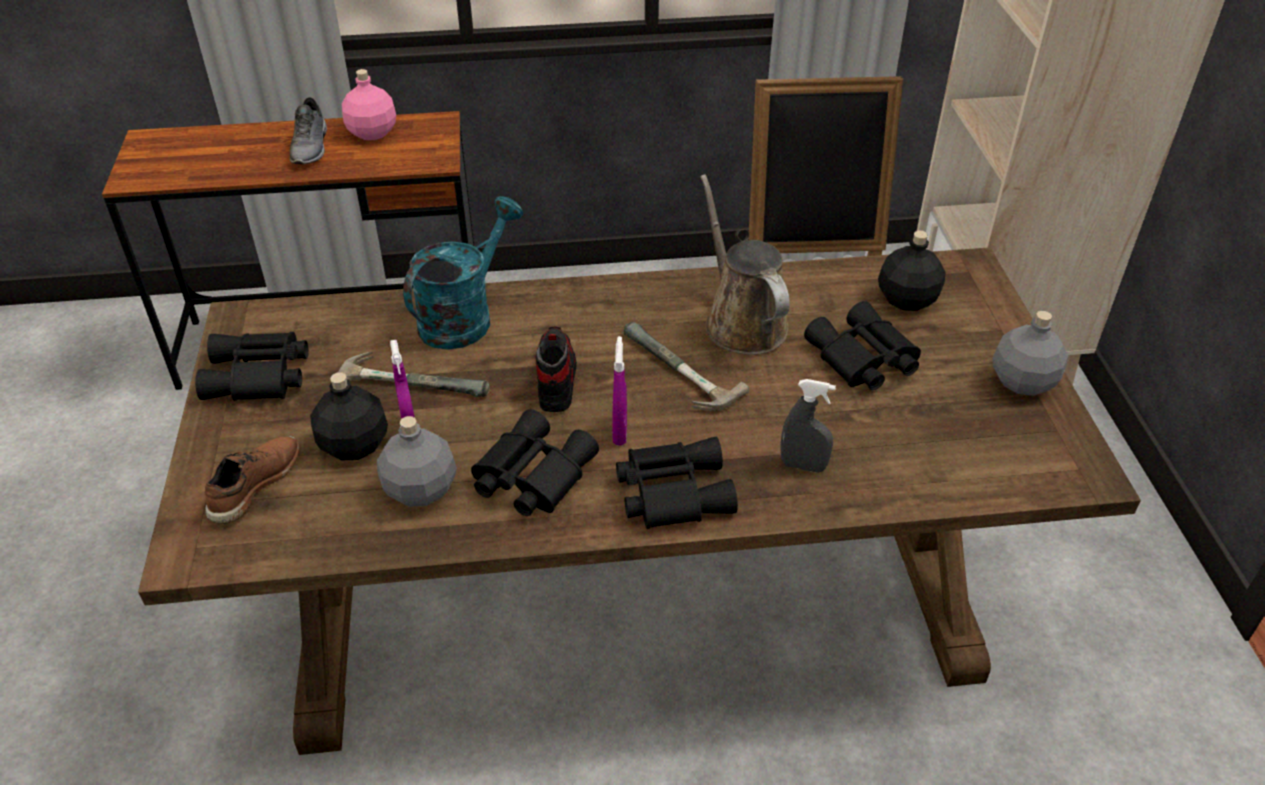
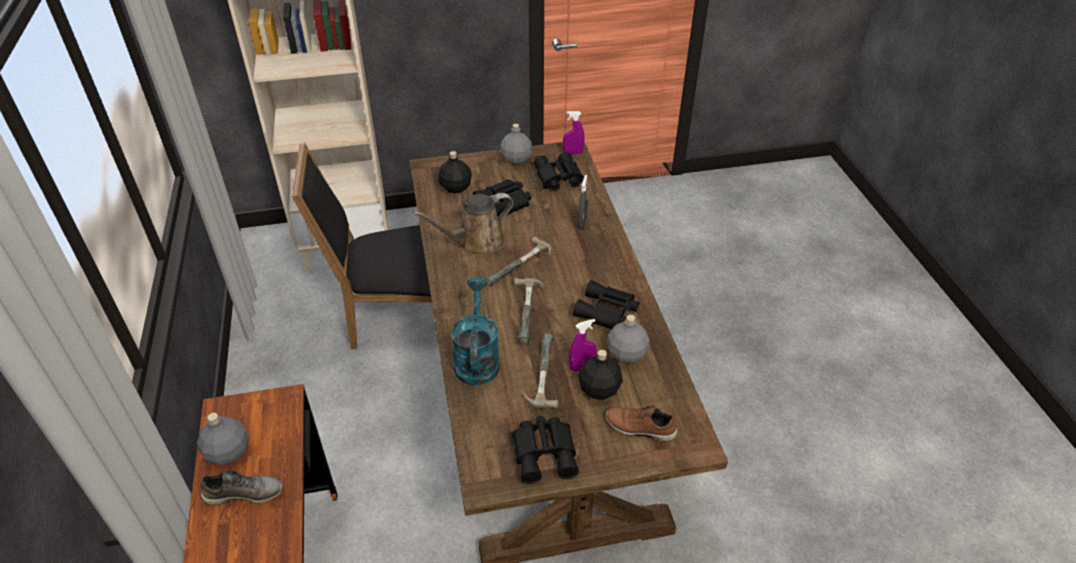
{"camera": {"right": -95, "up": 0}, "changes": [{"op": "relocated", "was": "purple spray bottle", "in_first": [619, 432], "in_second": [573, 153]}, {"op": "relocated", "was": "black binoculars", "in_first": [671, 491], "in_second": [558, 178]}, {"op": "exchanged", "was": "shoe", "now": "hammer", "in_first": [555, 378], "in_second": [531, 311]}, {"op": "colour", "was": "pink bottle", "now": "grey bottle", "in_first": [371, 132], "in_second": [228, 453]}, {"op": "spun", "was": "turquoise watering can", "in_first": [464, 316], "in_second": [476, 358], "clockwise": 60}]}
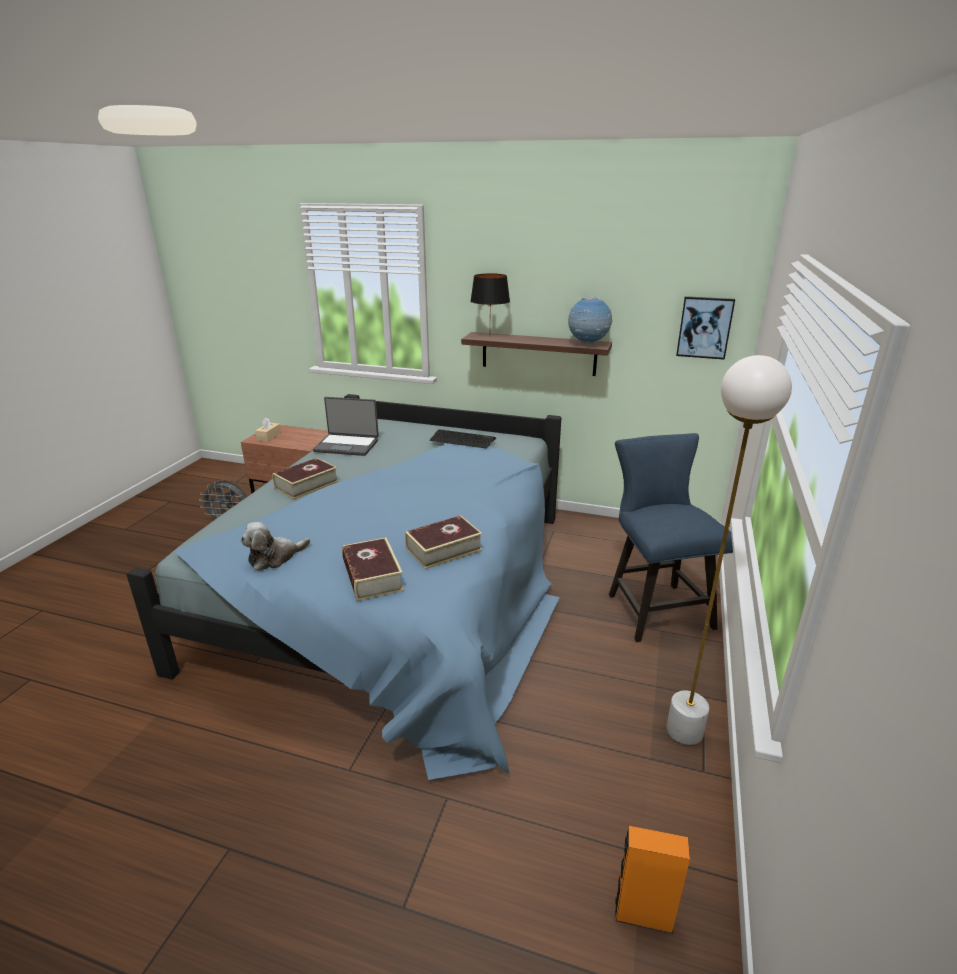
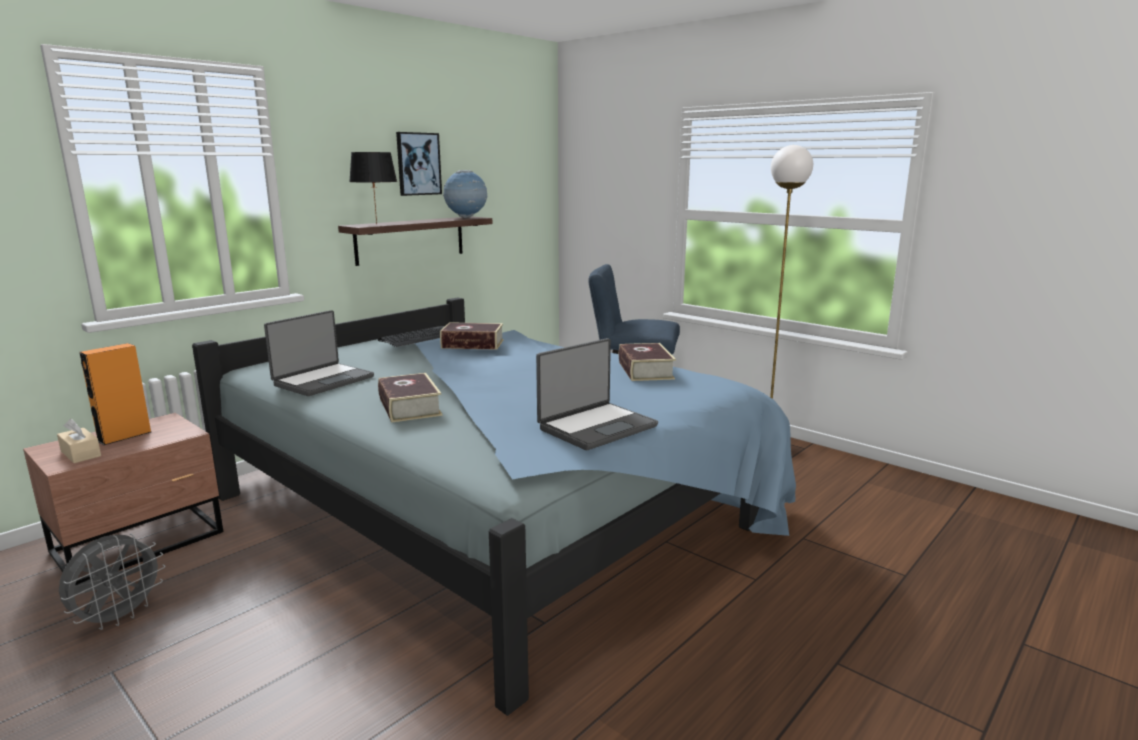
{"camera": {"right": -65, "up": -10}, "changes": [{"op": "relocated", "was": "book", "in_first": [372, 576], "in_second": [472, 344]}, {"op": "relocated", "was": "orange speaker", "in_first": [643, 915], "in_second": [124, 436]}, {"op": "relocated", "was": "picture", "in_first": [704, 327], "in_second": [418, 164]}, {"op": "exchanged", "was": "plush toy", "now": "laptop", "in_first": [274, 558], "in_second": [596, 427]}]}
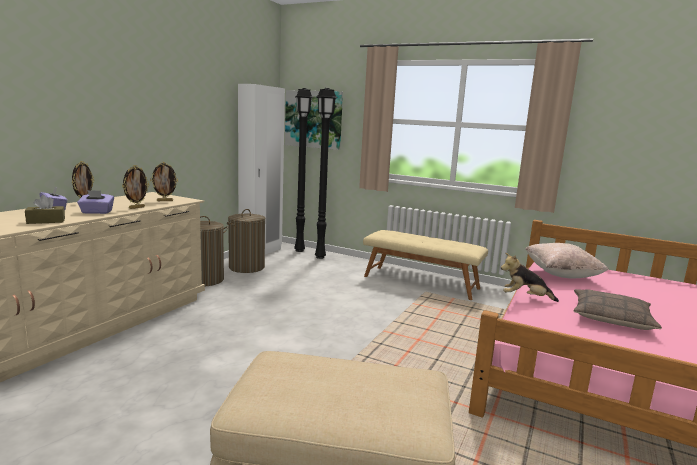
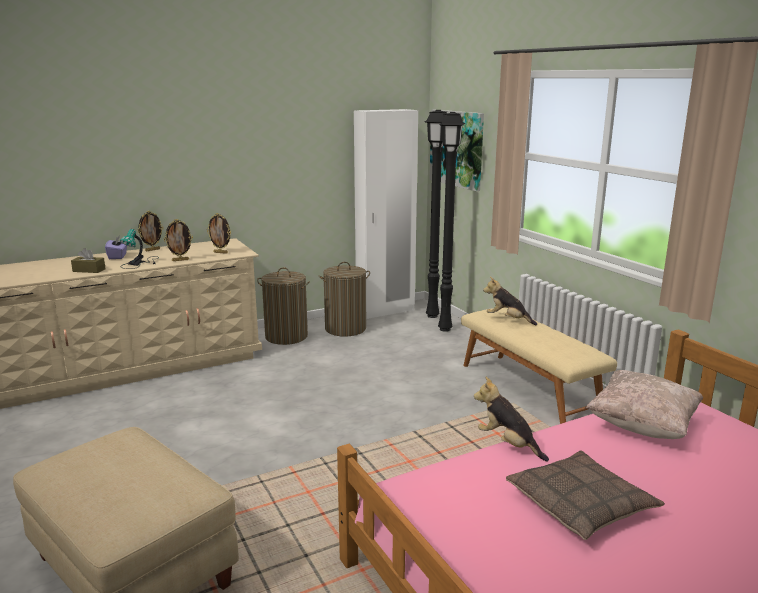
{"camera": {"right": 35, "up": 5}, "changes": [{"op": "appeared", "now": "plush toy", "in_second": [508, 320]}, {"op": "exchanged", "was": "purple tissue box", "now": "table lamp", "in_first": [96, 212], "in_second": [141, 263]}]}
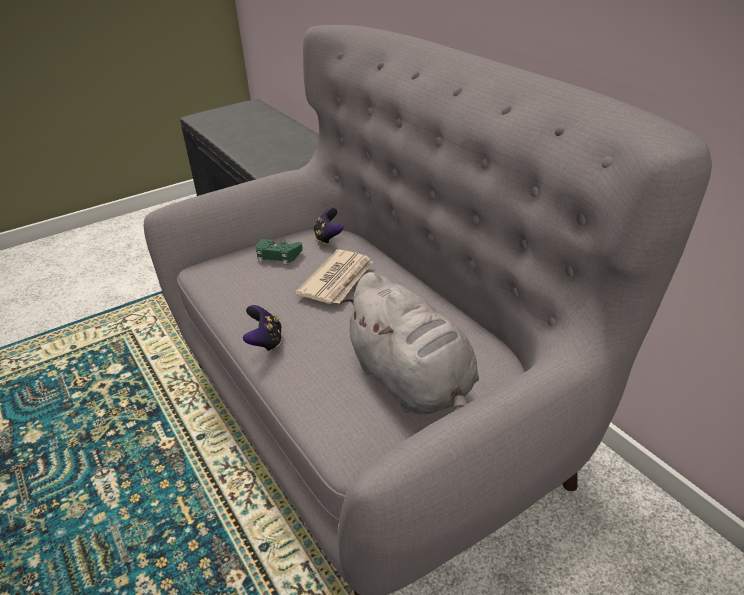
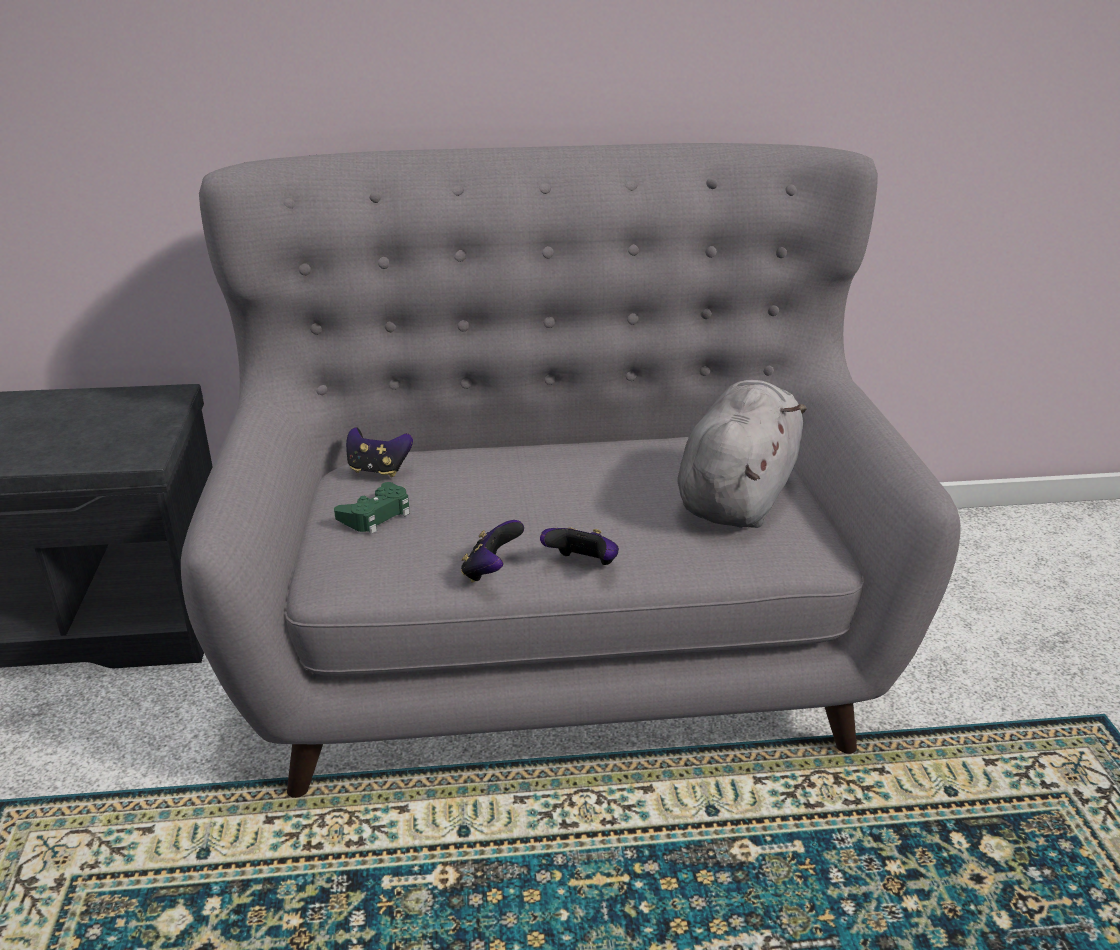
{"camera": {"right": -65, "up": -5}, "changes": [{"op": "missing", "was": "newspaper", "in_first": [338, 280]}, {"op": "appeared", "now": "game controller", "in_second": [491, 571]}, {"op": "spun", "was": "grey plush toy", "in_first": [413, 384], "in_second": [738, 495], "clockwise": -60}]}
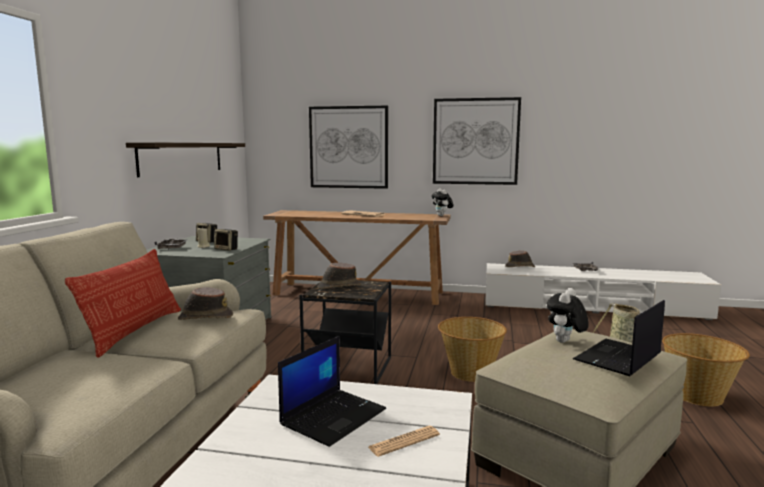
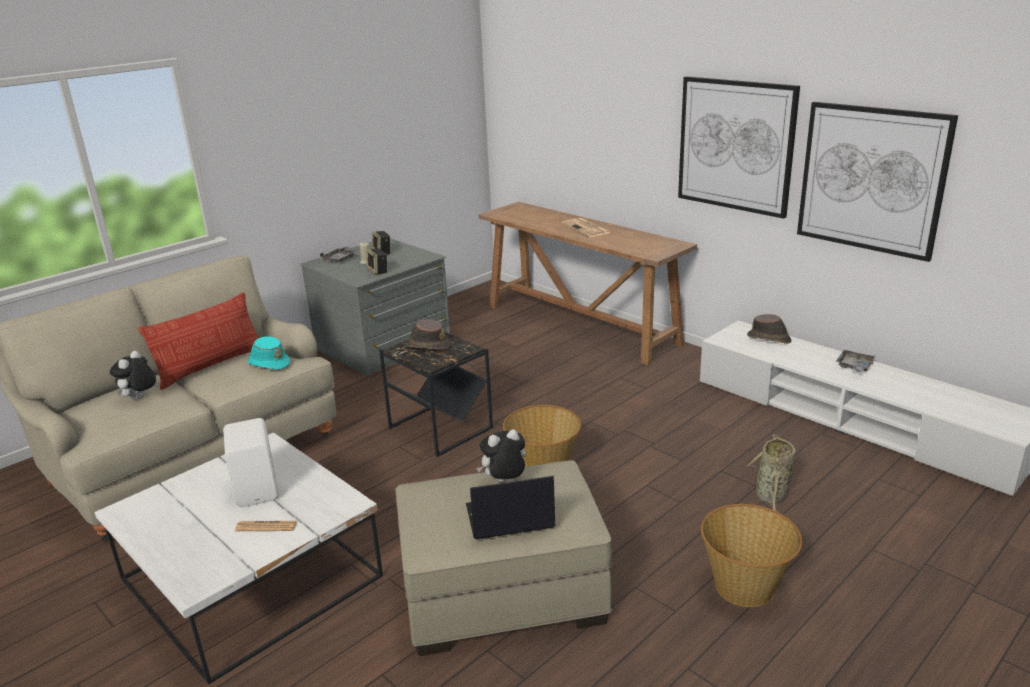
{"camera": {"right": 35, "up": 15}, "changes": [{"op": "missing", "was": "shelf", "in_first": [182, 158]}, {"op": "relocated", "was": "picture", "in_first": [348, 147], "in_second": [871, 179]}, {"op": "relocated", "was": "plush toy", "in_first": [442, 216], "in_second": [139, 398]}, {"op": "exchanged", "was": "laptop", "now": "white speaker", "in_first": [333, 416], "in_second": [258, 488]}, {"op": "colour", "was": "brown hat", "now": "turquoise hat", "in_first": [205, 317], "in_second": [269, 363]}]}
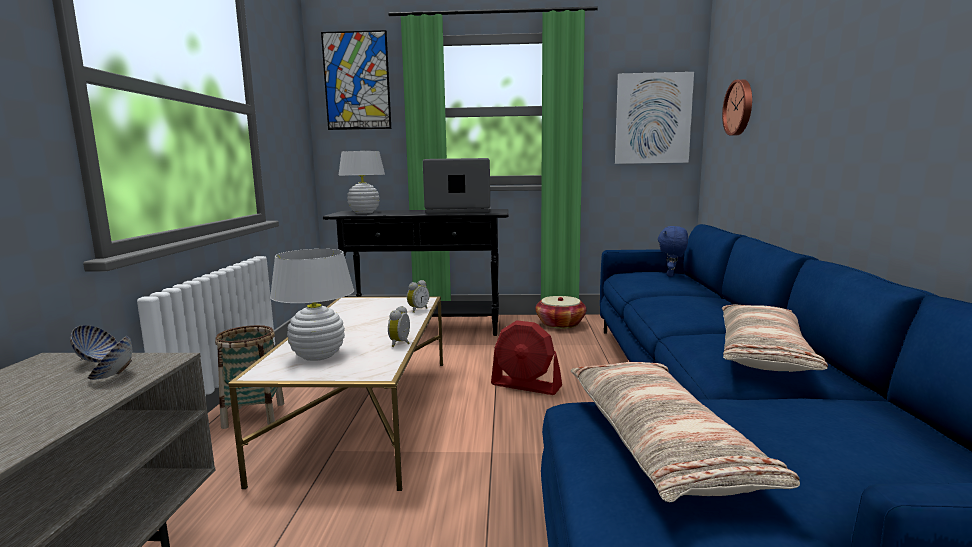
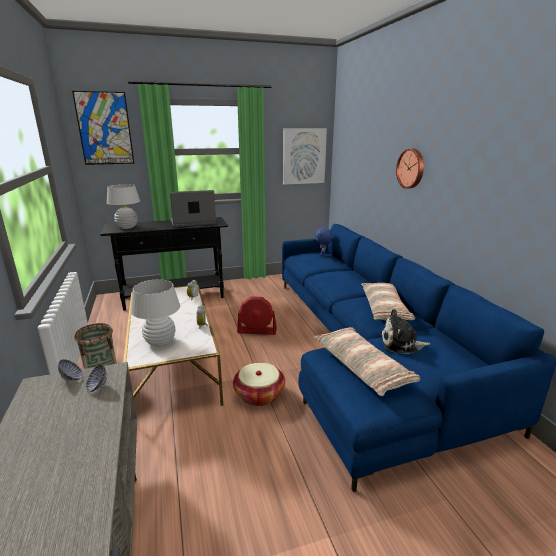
{"camera": {"right": -20, "up": 10}, "changes": [{"op": "appeared", "now": "plush toy", "in_second": [401, 344]}, {"op": "relocated", "was": "basket", "in_first": [560, 324], "in_second": [259, 395]}, {"op": "relocated", "was": "wall clock", "in_first": [740, 107], "in_second": [411, 168]}]}
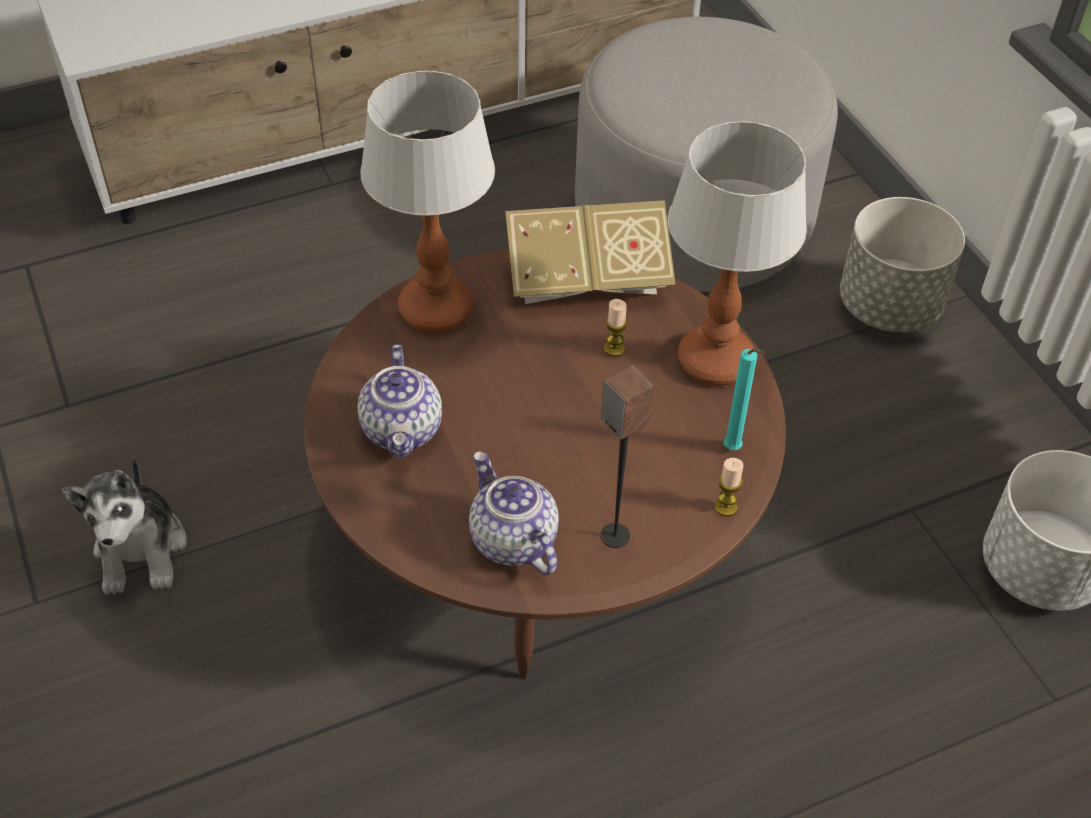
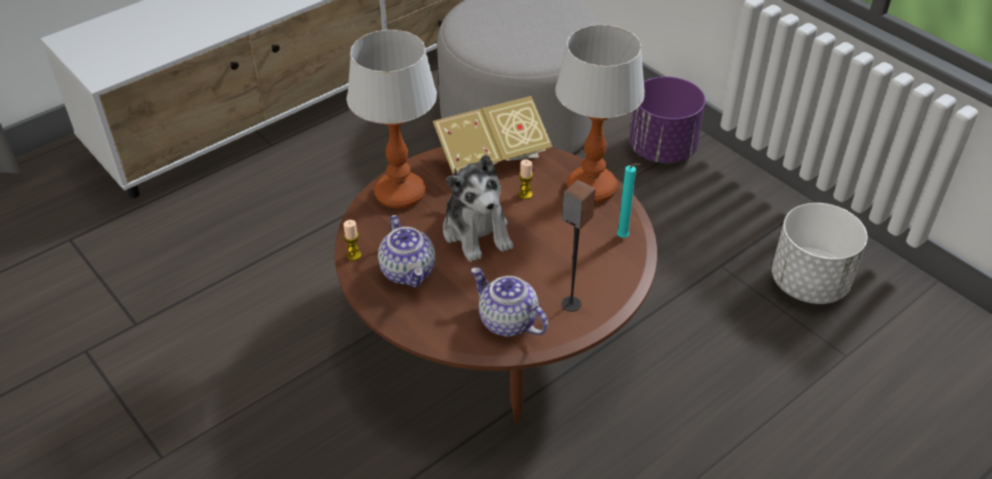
{"camera": {"right": -15, "up": -5}, "changes": [{"op": "relocated", "was": "plush toy", "in_first": [141, 549], "in_second": [477, 232]}, {"op": "relocated", "was": "candle", "in_first": [725, 507], "in_second": [353, 255]}, {"op": "colour", "was": "grey planter", "now": "purple planter", "in_first": [888, 307], "in_second": [662, 150]}]}
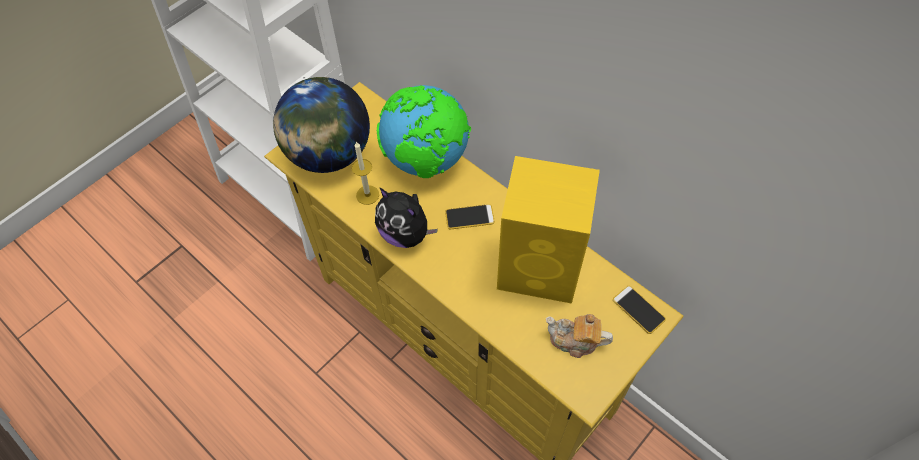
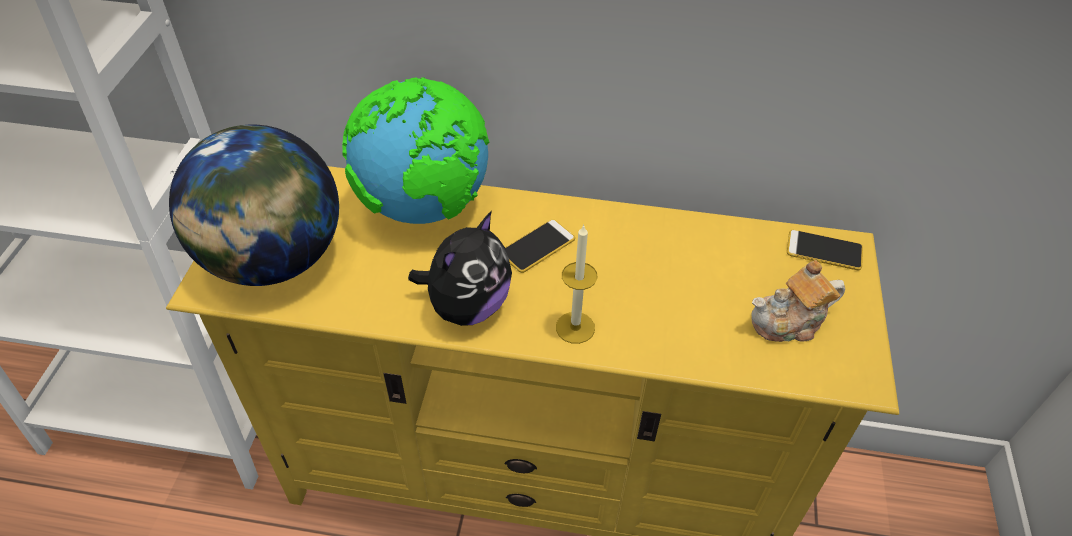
{"camera": {"right": -35, "up": -10}, "changes": [{"op": "missing", "was": "yellow speaker", "in_first": [541, 267]}, {"op": "relocated", "was": "candle", "in_first": [367, 195], "in_second": [575, 327]}, {"op": "spun", "was": "plush toy", "in_first": [405, 234], "in_second": [467, 306], "clockwise": -60}]}
